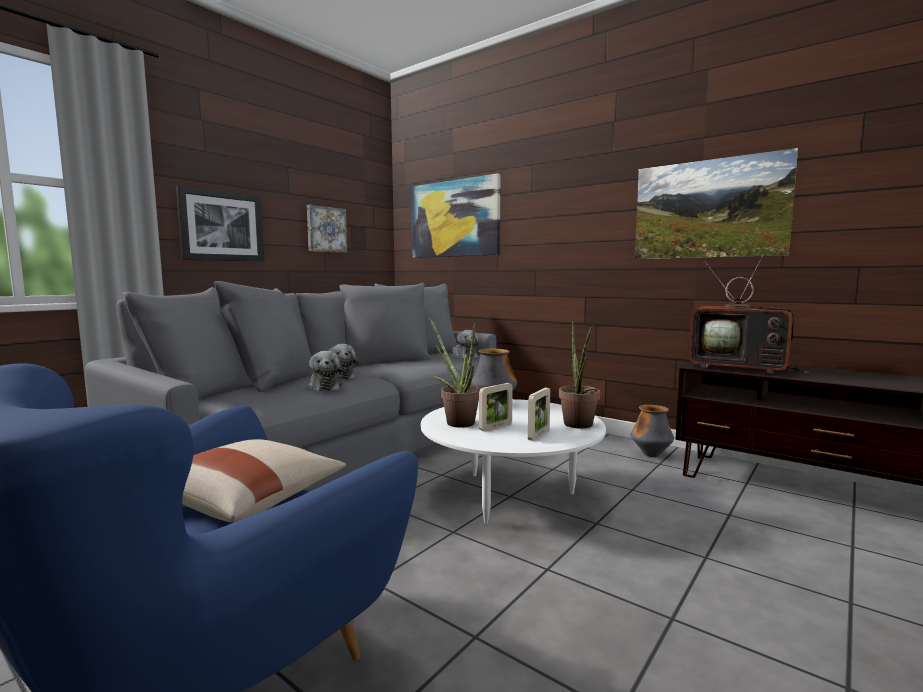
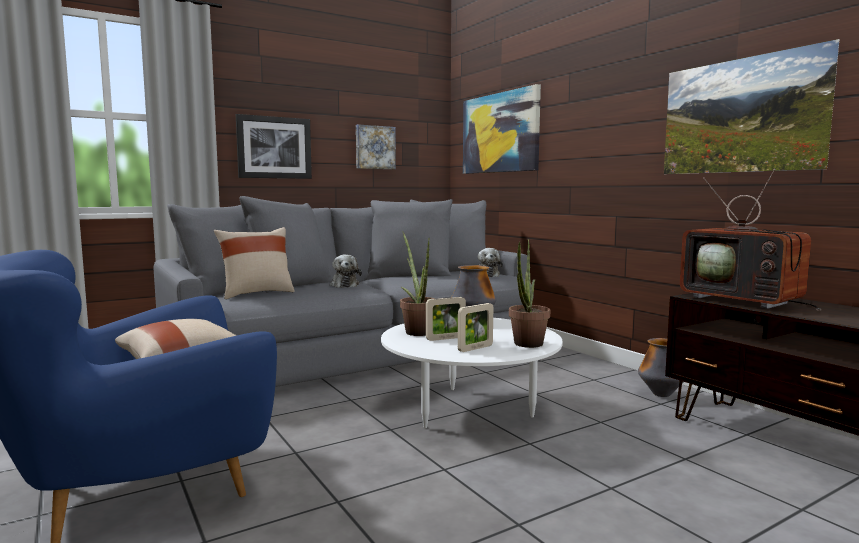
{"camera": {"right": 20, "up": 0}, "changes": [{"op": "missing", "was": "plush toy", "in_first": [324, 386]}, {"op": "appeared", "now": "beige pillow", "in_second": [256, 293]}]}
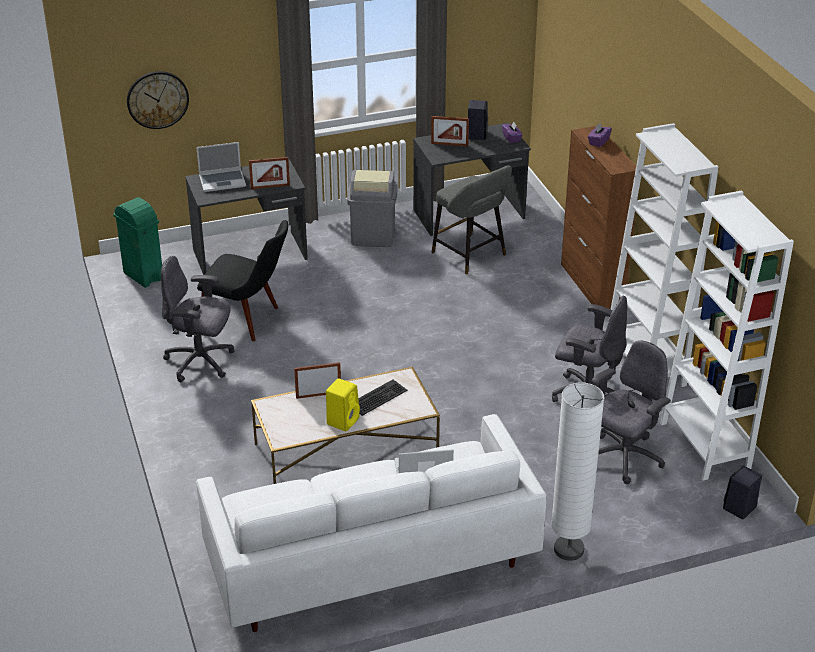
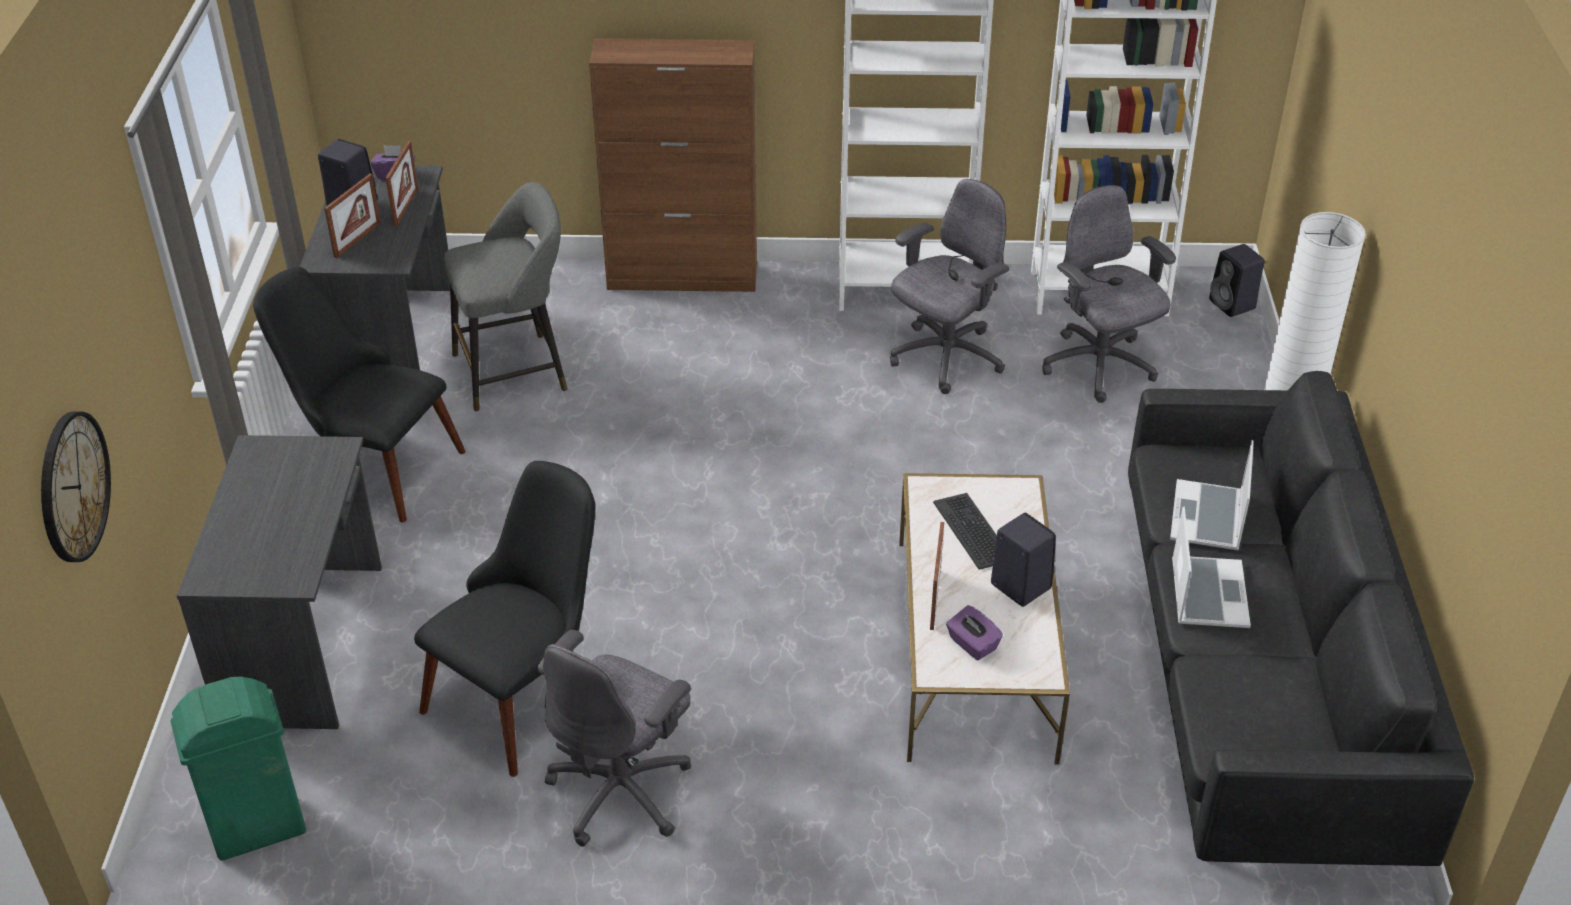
{"camera": {"right": -70, "up": 5}, "changes": [{"op": "relocated", "was": "laptop", "in_first": [223, 181], "in_second": [1207, 593]}, {"op": "relocated", "was": "picture frame", "in_first": [270, 187], "in_second": [406, 207]}, {"op": "relocated", "was": "purple tissue box", "in_first": [598, 142], "in_second": [972, 644]}, {"op": "exchanged", "was": "grey trash can", "now": "black chair", "in_first": [373, 236], "in_second": [371, 466]}, {"op": "colour", "was": "white sofa", "now": "black sofa", "in_first": [370, 562], "in_second": [1255, 683]}, {"op": "colour", "was": "yellow speaker", "now": "black speaker", "in_first": [343, 420], "in_second": [1018, 585]}]}
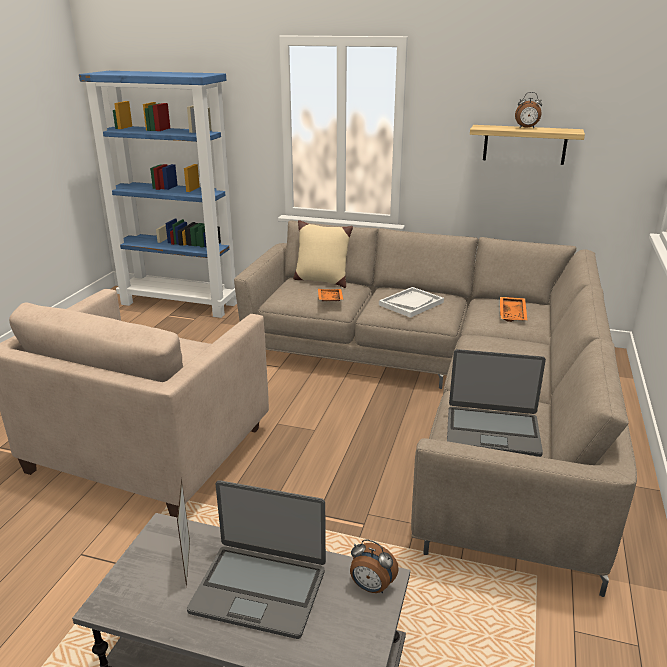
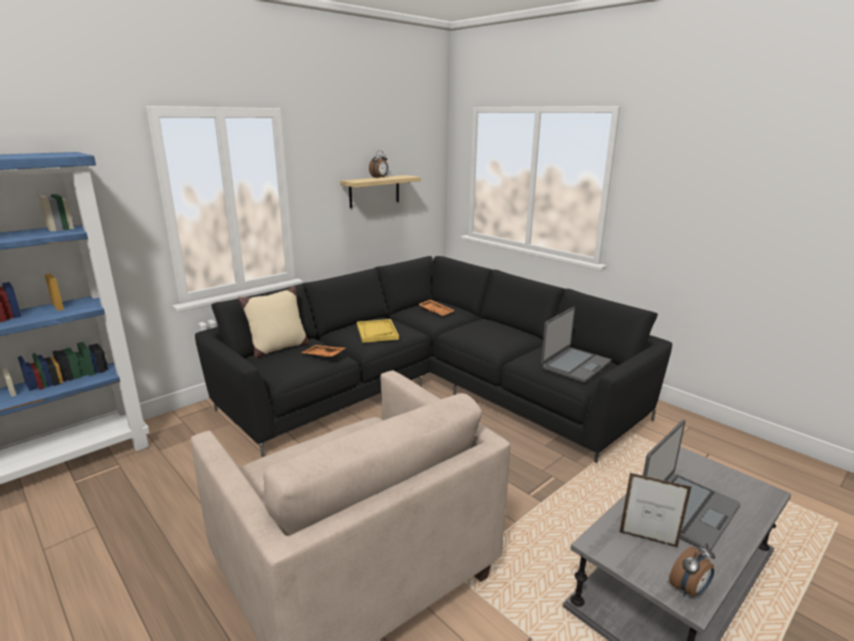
{"camera": {"right": -60, "up": -5}, "changes": [{"op": "relocated", "was": "alarm clock", "in_first": [371, 587], "in_second": [689, 590]}, {"op": "colour", "was": "beige sofa", "now": "black sofa", "in_first": [444, 395], "in_second": [431, 389]}, {"op": "colour", "was": "white tray", "now": "yellow tray", "in_first": [411, 303], "in_second": [377, 332]}]}
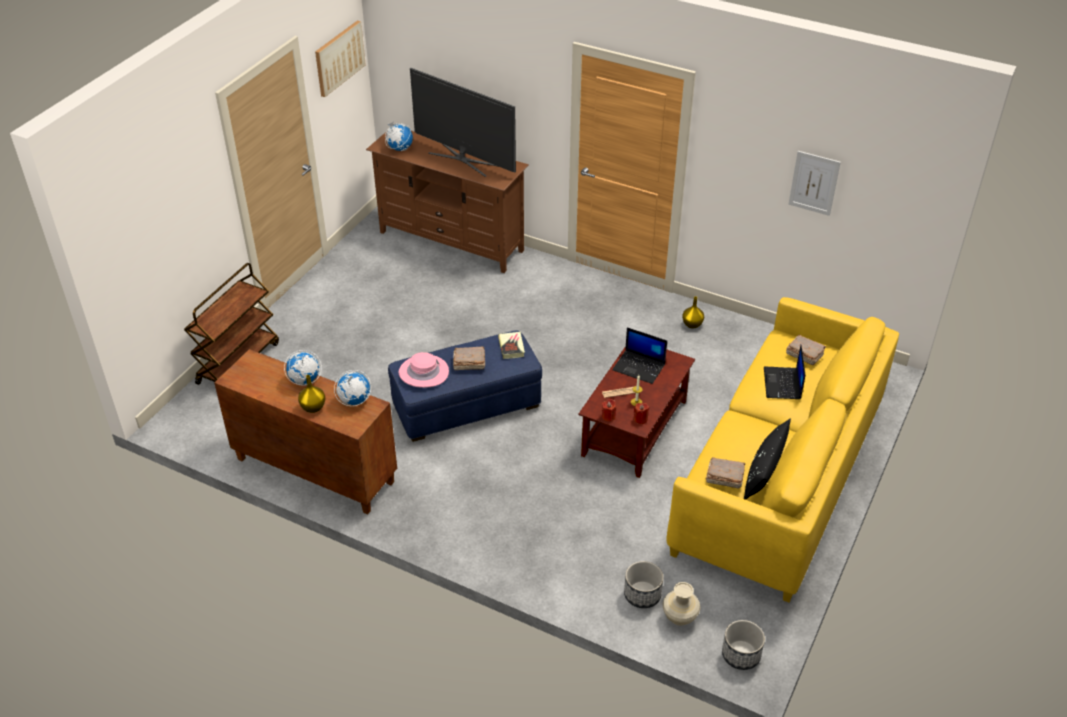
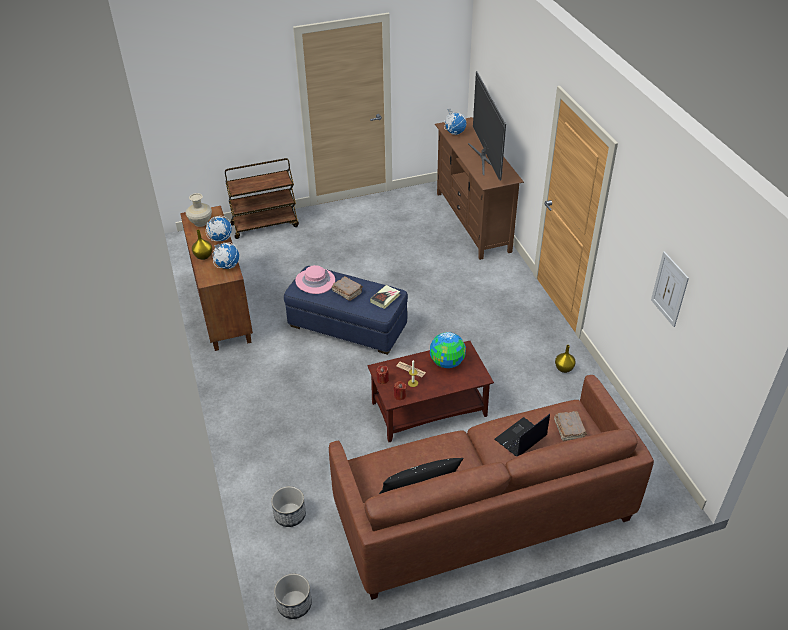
{"camera": {"right": 45, "up": 0}, "changes": [{"op": "missing", "was": "picture", "in_first": [339, 58]}, {"op": "missing", "was": "brown book", "in_first": [724, 478]}, {"op": "relocated", "was": "beige vase", "in_first": [680, 618], "in_second": [200, 223]}, {"op": "exchanged", "was": "laptop", "now": "globe", "in_first": [639, 367], "in_second": [447, 362]}, {"op": "colour", "was": "yellow sofa", "now": "brown sofa", "in_first": [779, 477], "in_second": [482, 513]}]}
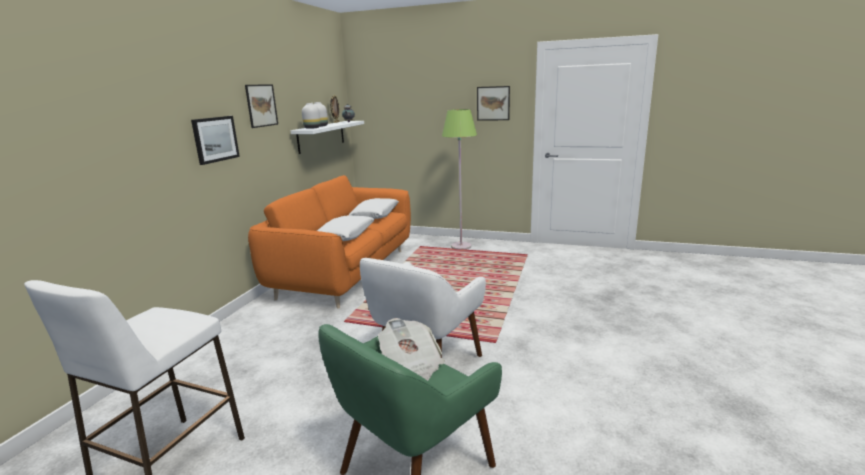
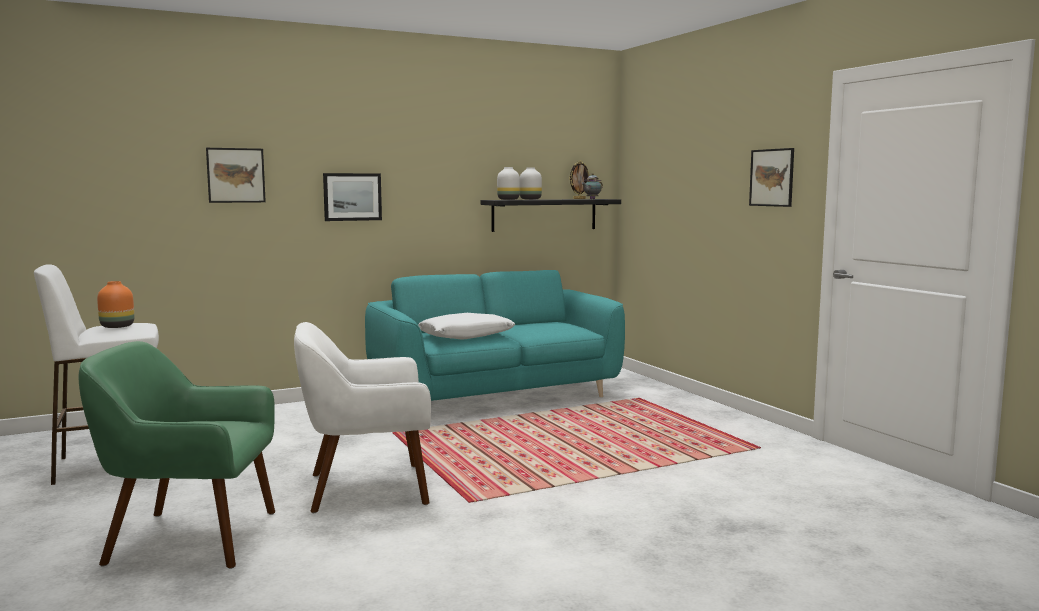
{"camera": {"right": 45, "up": -10}, "changes": [{"op": "missing", "was": "white pillow", "in_first": [375, 215]}, {"op": "missing", "was": "newspaper", "in_first": [412, 364]}, {"op": "missing", "was": "green floor lamp", "in_first": [461, 246]}, {"op": "appeared", "now": "orange vase", "in_second": [118, 326]}, {"op": "relocated", "was": "picture", "in_first": [261, 105], "in_second": [236, 175]}, {"op": "colour", "was": "orange sofa", "now": "turquoise sofa", "in_first": [345, 272], "in_second": [495, 397]}, {"op": "colour", "was": "white shelf", "now": "black shelf", "in_first": [321, 136], "in_second": [544, 215]}]}
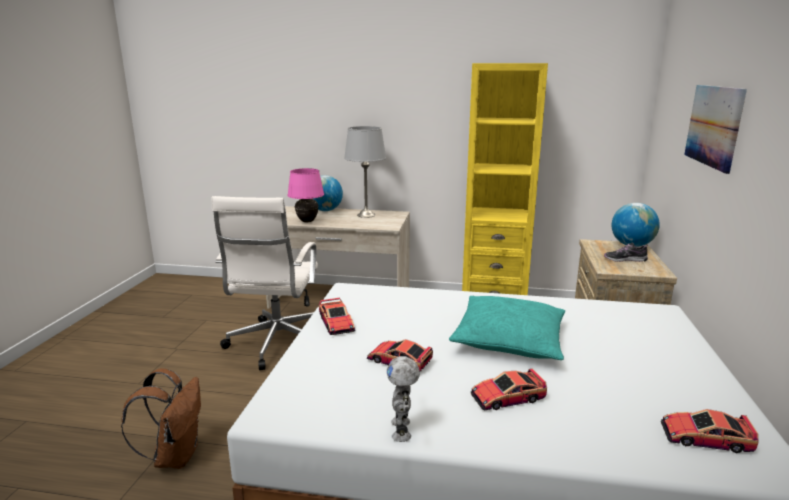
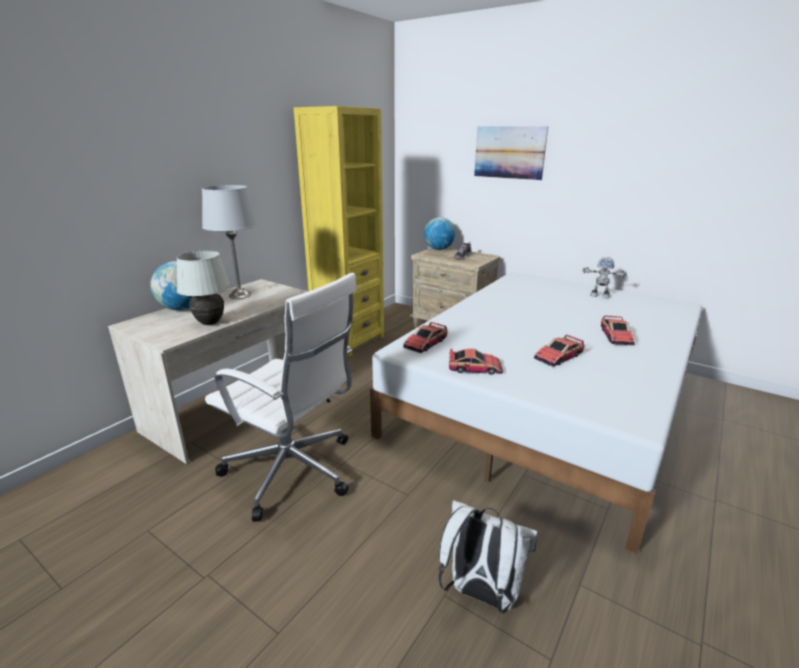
{"camera": {"right": -65, "up": 5}, "changes": [{"op": "missing", "was": "turquoise pillow", "in_first": [509, 339]}, {"op": "relocated", "was": "toy robot", "in_first": [402, 430], "in_second": [600, 295]}, {"op": "relocated", "was": "toy car", "in_first": [705, 438], "in_second": [425, 343]}, {"op": "colour", "was": "brown backpack", "now": "white backpack", "in_first": [175, 455], "in_second": [480, 593]}, {"op": "colour", "was": "pink table lamp", "now": "white table lamp", "in_first": [307, 221], "in_second": [210, 323]}]}
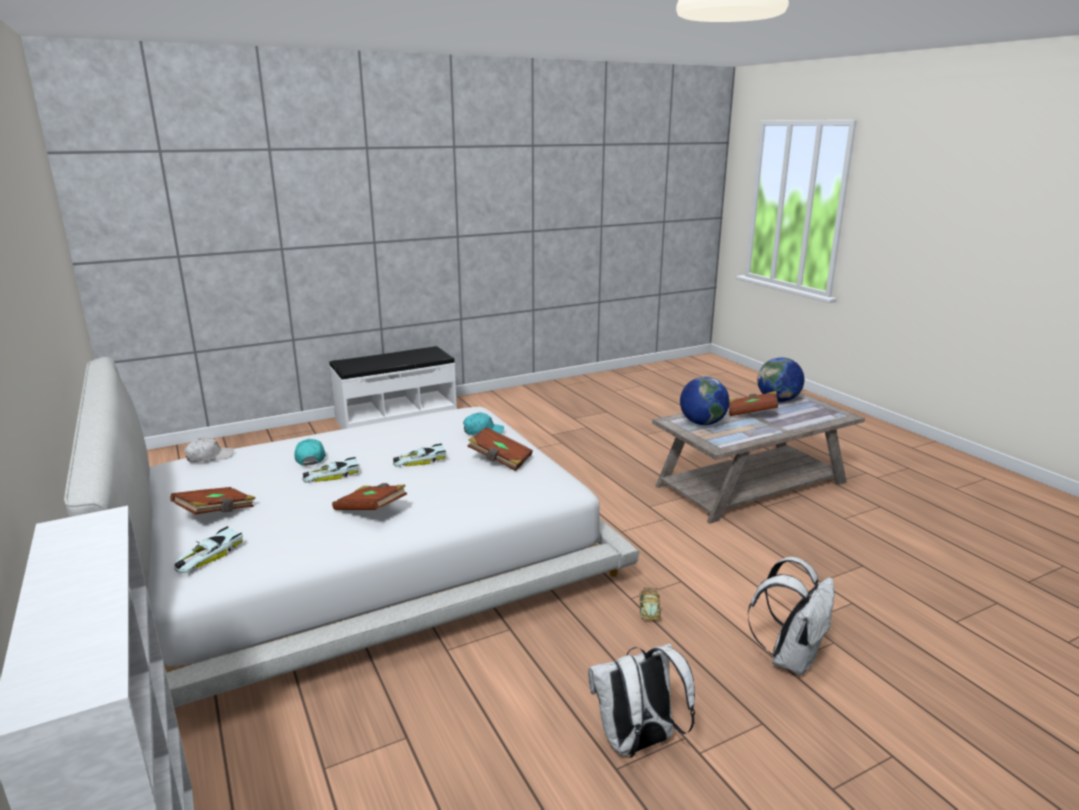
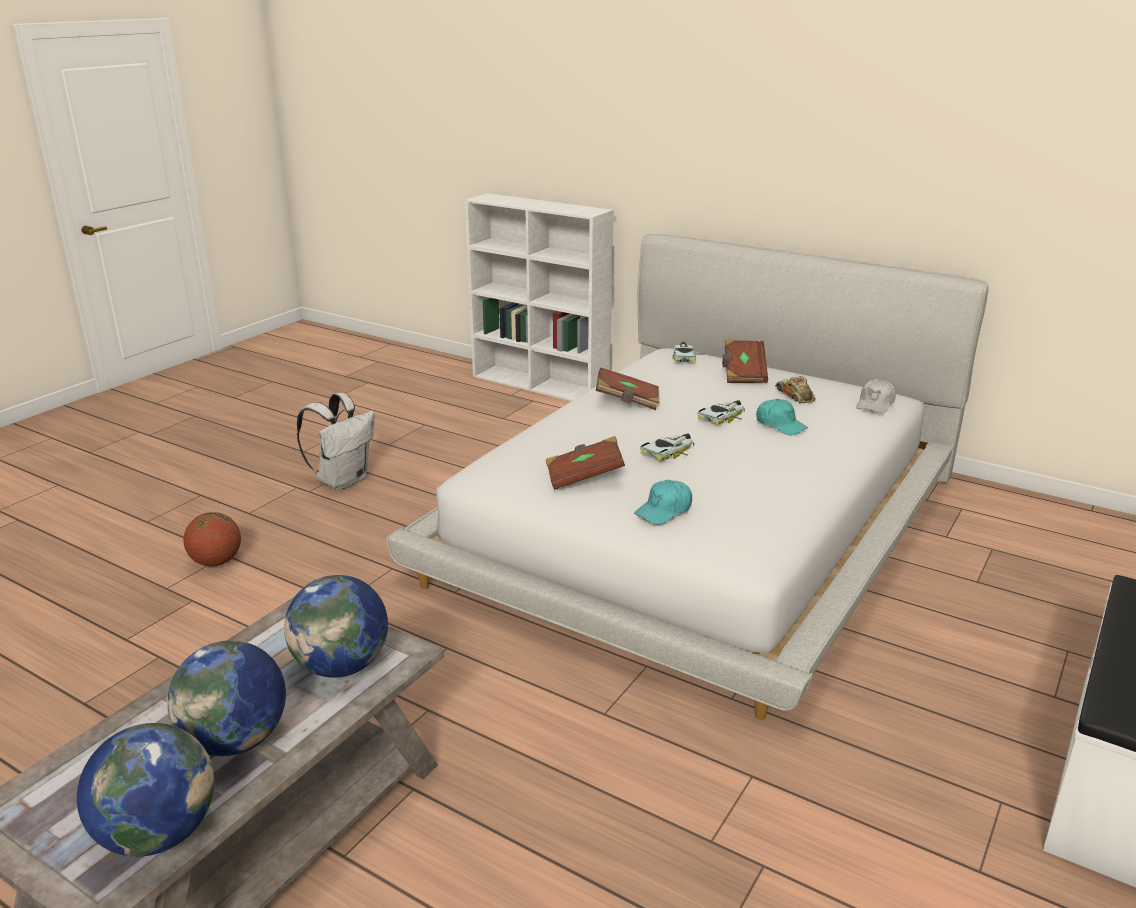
{"camera": {"right": 150, "up": 5}, "changes": [{"op": "relocated", "was": "toy car", "in_first": [649, 608], "in_second": [795, 396]}, {"op": "exchanged", "was": "brown book", "now": "globe", "in_first": [751, 413], "in_second": [236, 740]}, {"op": "exchanged", "was": "white backpack", "now": "basketball", "in_first": [790, 658], "in_second": [216, 562]}]}
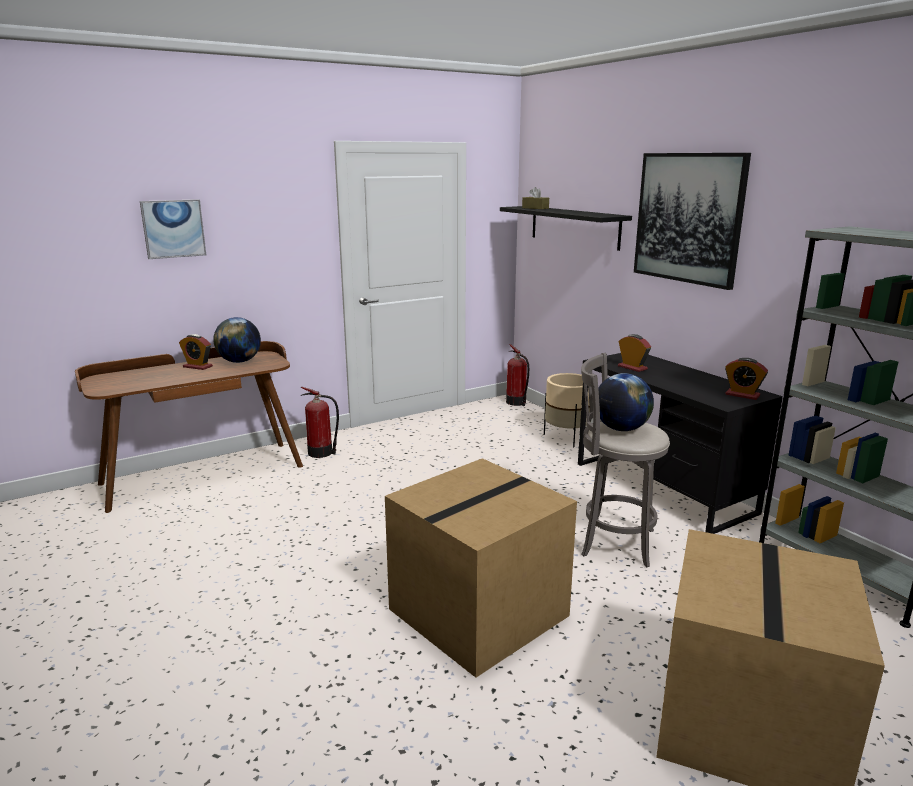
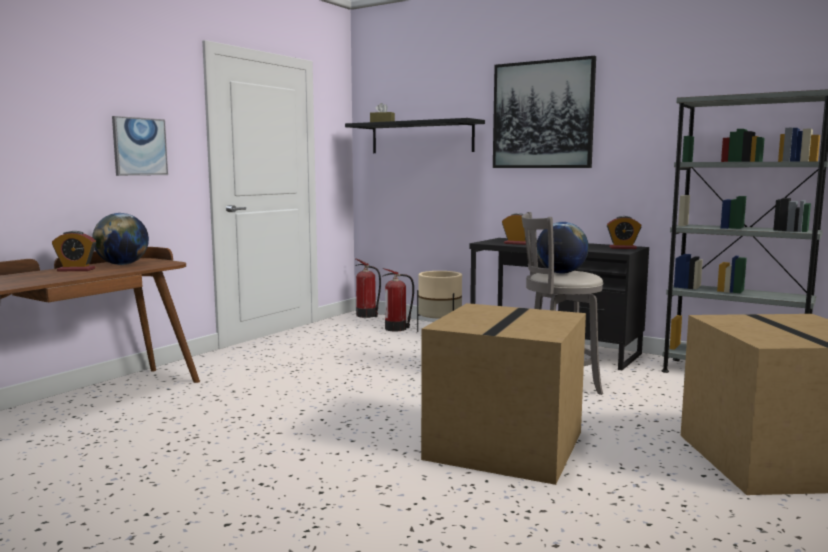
{"camera": {"right": -25, "up": -10}, "changes": [{"op": "relocated", "was": "picture", "in_first": [173, 228], "in_second": [139, 146]}, {"op": "relocated", "was": "fire extinguisher", "in_first": [322, 453], "in_second": [397, 328]}]}
